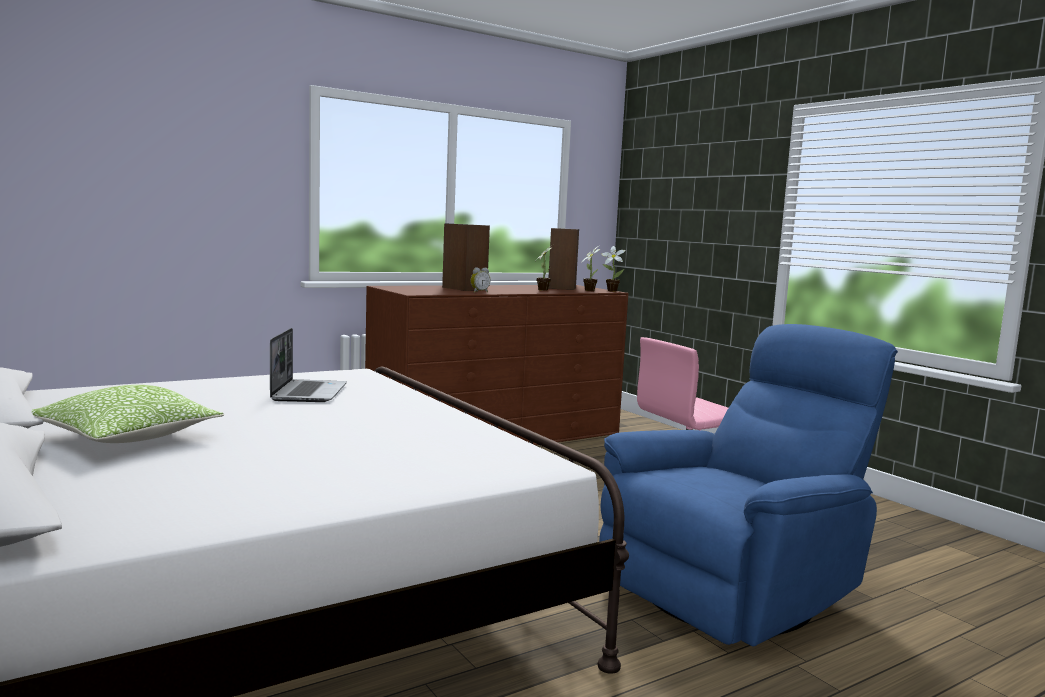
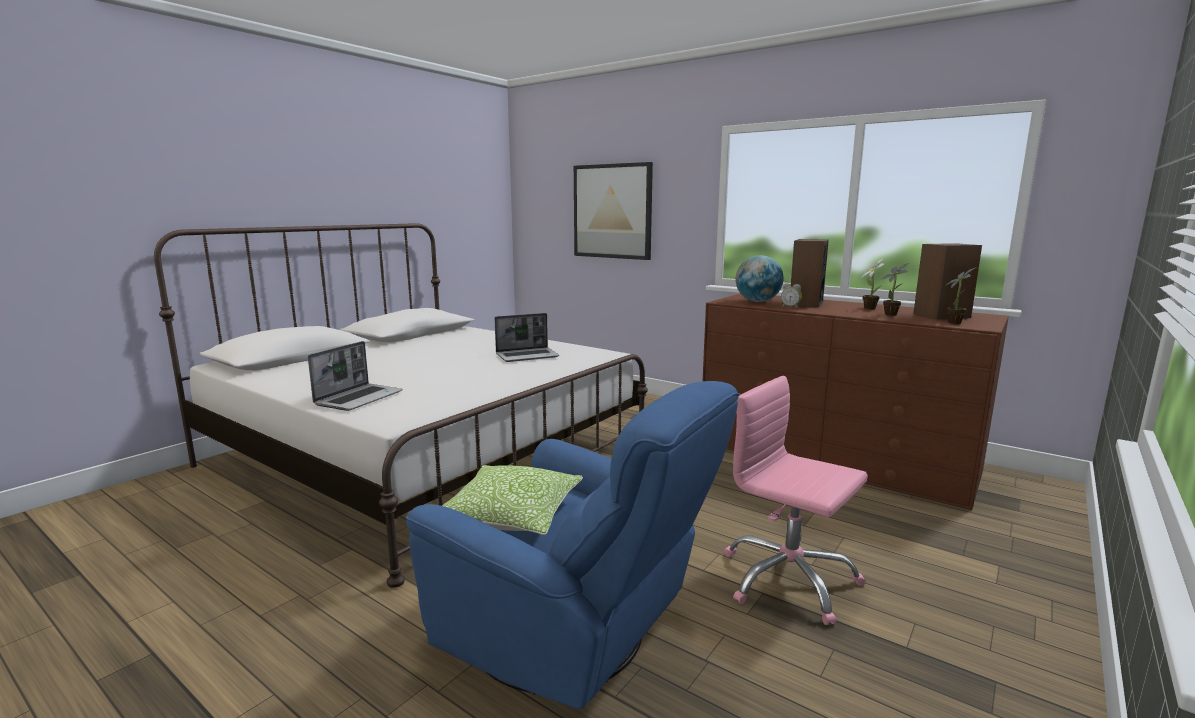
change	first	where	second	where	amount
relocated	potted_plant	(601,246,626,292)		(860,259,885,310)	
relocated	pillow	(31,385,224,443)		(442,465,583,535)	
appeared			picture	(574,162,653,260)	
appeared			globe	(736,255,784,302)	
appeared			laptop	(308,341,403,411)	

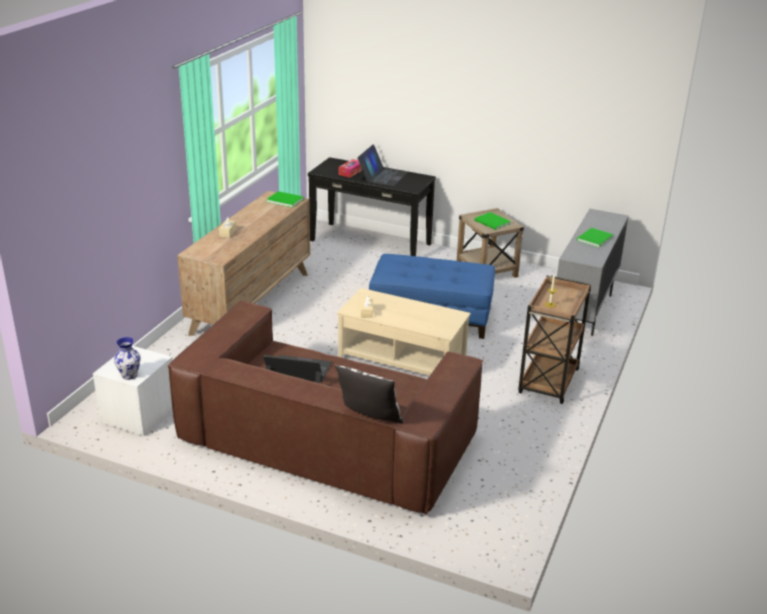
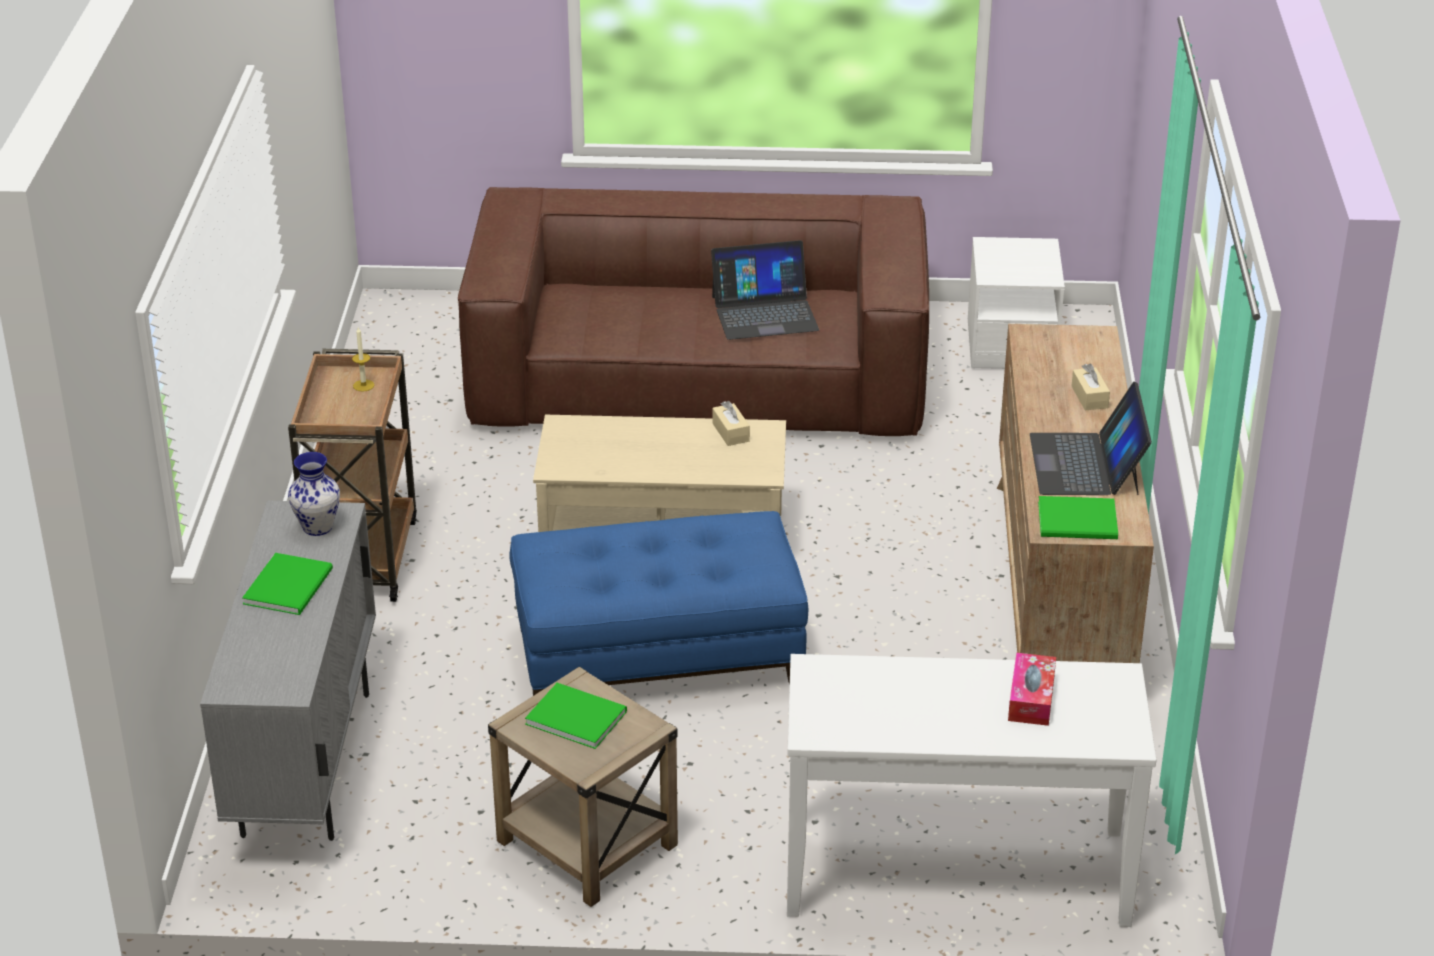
change	first	where	second	where	amount
relocated	laptop	(357,144,408,186)		(1030,382,1152,495)	
colour	black_console_table	(308,157,436,256)	white_console_table	(787,654,1156,927)	
relocated	vase	(114,337,141,380)		(288,452,340,536)	
missing	pillow	(334,364,404,424)			

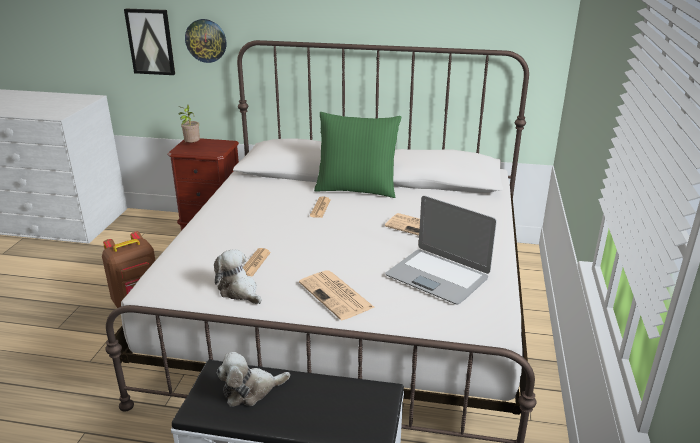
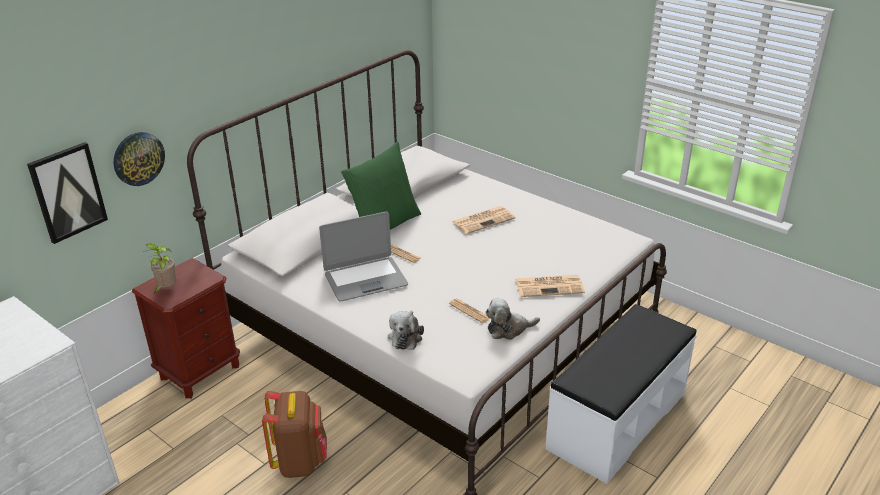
change	first	where	second	where	amount
relocated	laptop	(385,196,497,304)		(319,212,408,301)	
relocated	plush_toy	(217,352,290,406)		(388,311,424,350)	

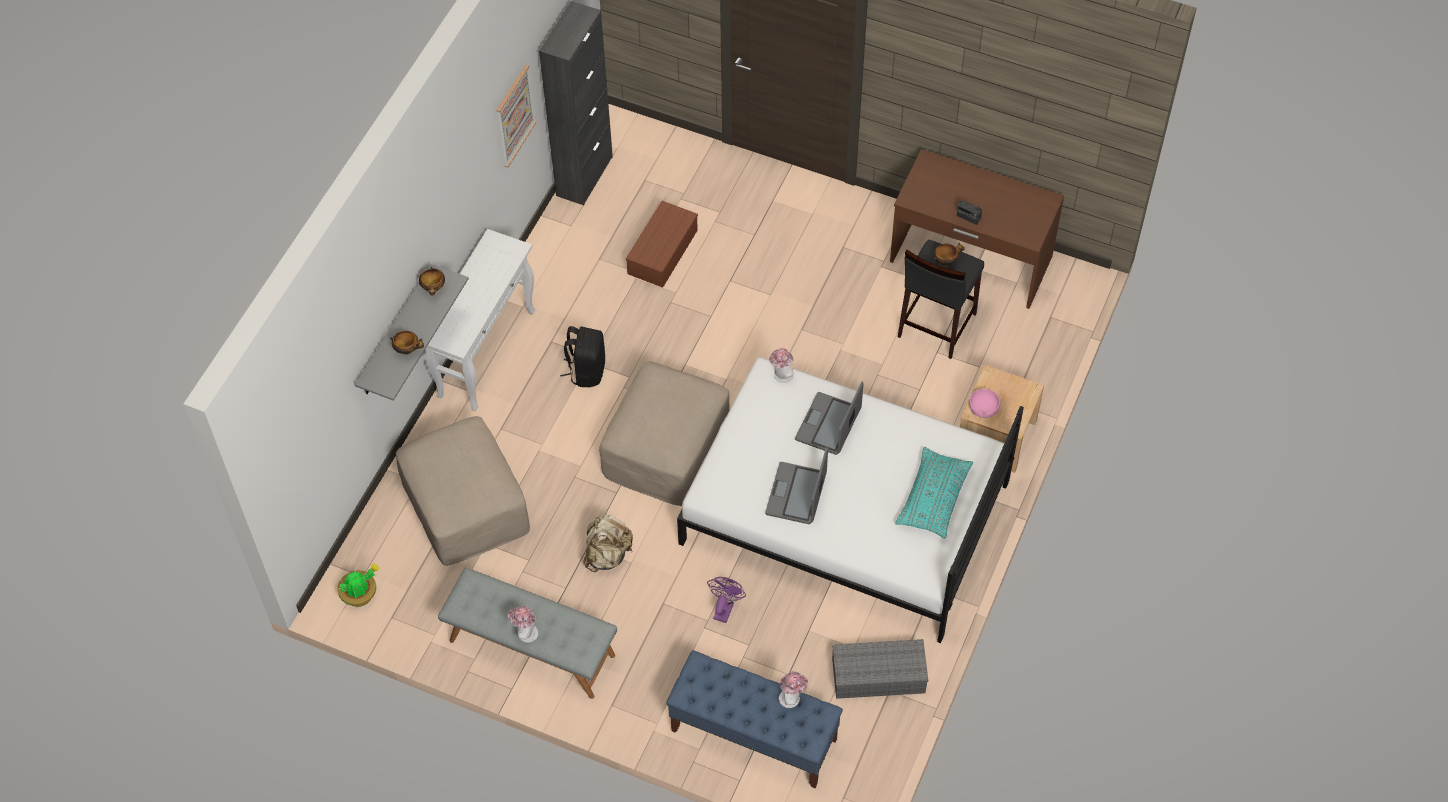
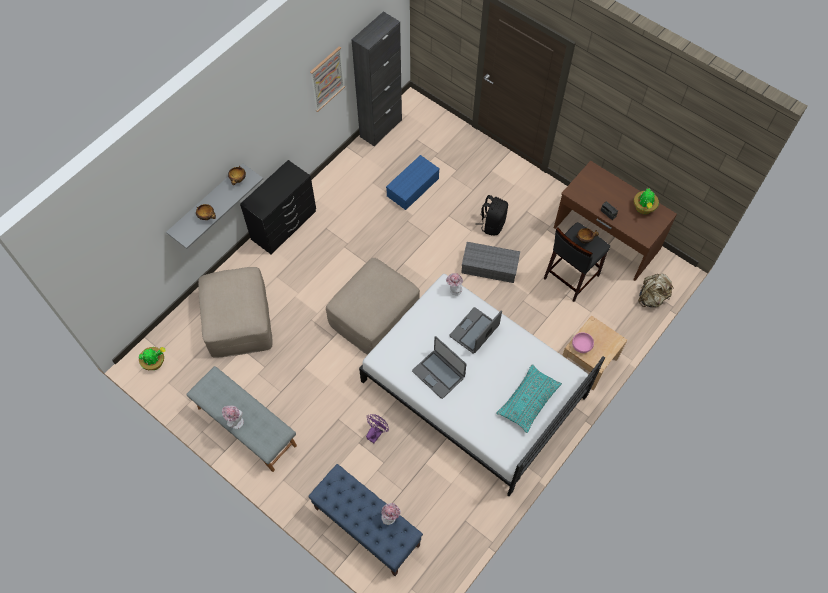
change	first	where	second	where	amount
colour	brown_storage_box	(626,201,698,288)	blue_storage_box	(386,155,440,210)	
exchanged	white_console_table	(425,229,535,411)	black_dresser	(240,160,316,254)	
relocated	black_backpack	(560,326,605,387)		(475,195,508,235)	
spun	laptop	(765,447,828,524)		(412,336,466,399)	75 degrees counterclockwise
relocated	beige_backpack	(583,514,633,572)		(638,274,673,307)	
relocated	grey_storage_box	(832,639,928,699)		(461,242,520,283)	
appeared			potted_plant	(634,188,659,214)	

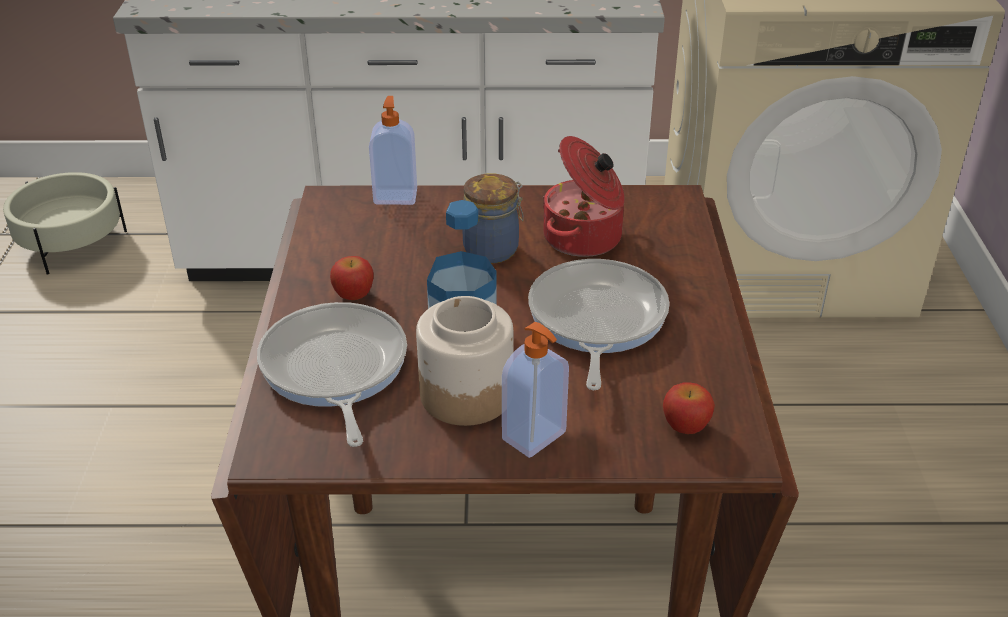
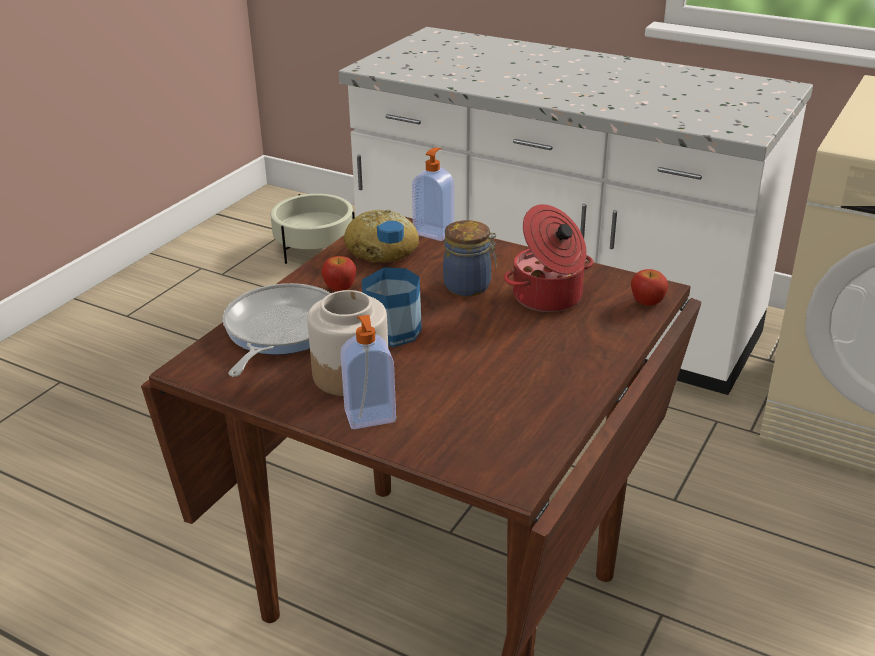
change	first	where	second	where	amount
missing	frying_pan	(528,259,670,391)			
relocated	apple	(663,382,715,434)		(631,269,668,306)	
appeared			bread	(344,210,419,263)	

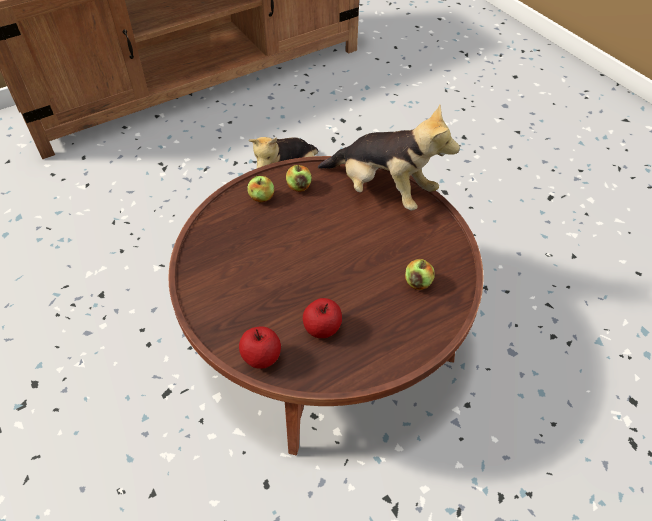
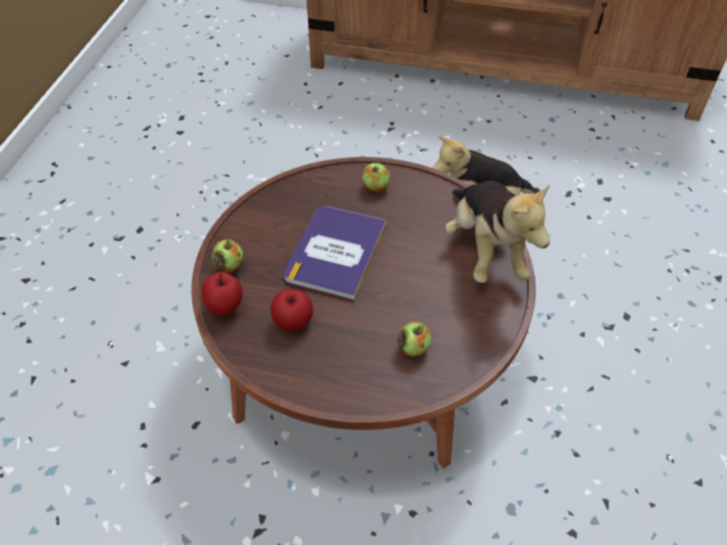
change	first	where	second	where	amount
relocated	apple	(286,164,312,192)		(212,240,243,272)	
appeared			book	(284,206,387,300)	

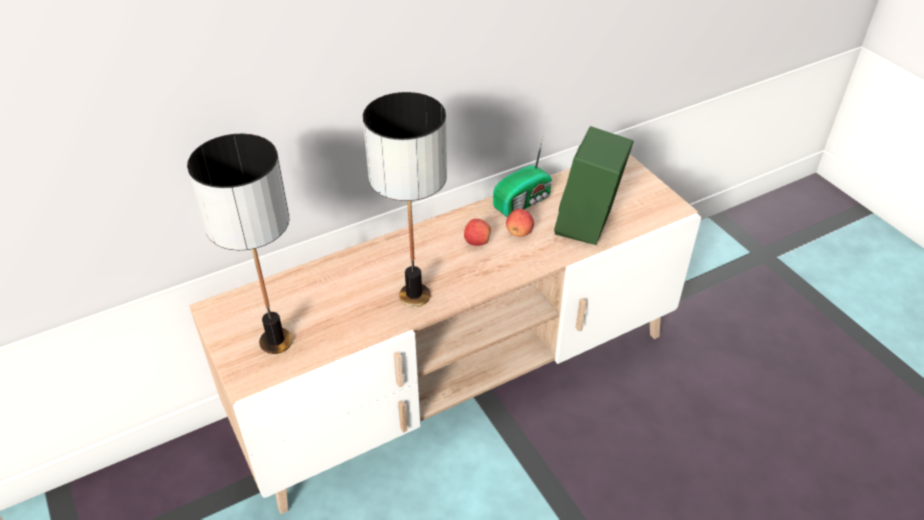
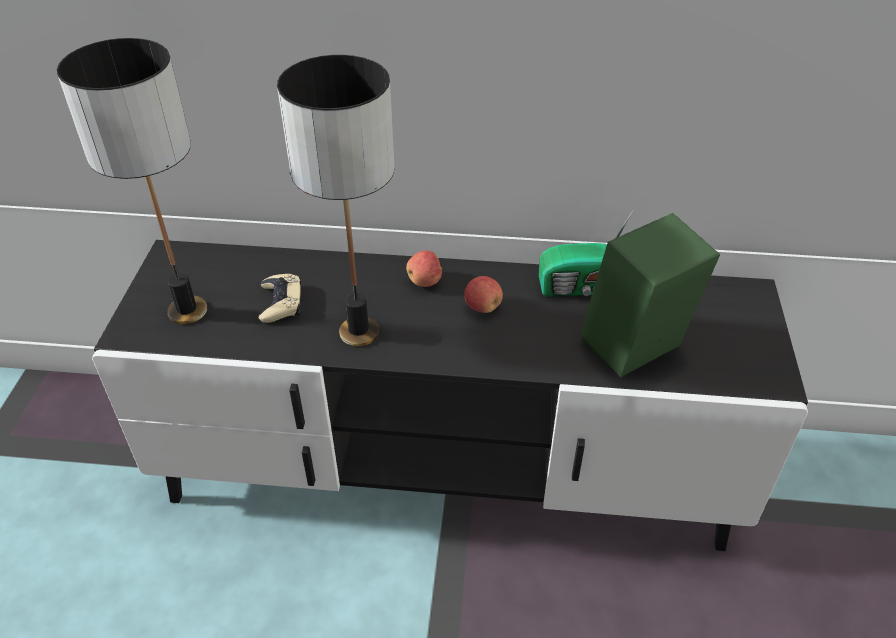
change	first	where	second	where	amount
colour	beige_tv_stand	(189,154,701,514)	black_tv_stand	(92,240,808,551)	
relocated	apple	(506,209,534,237)		(406,250,442,287)	
appeared			beige_game_controller	(258,274,301,323)	

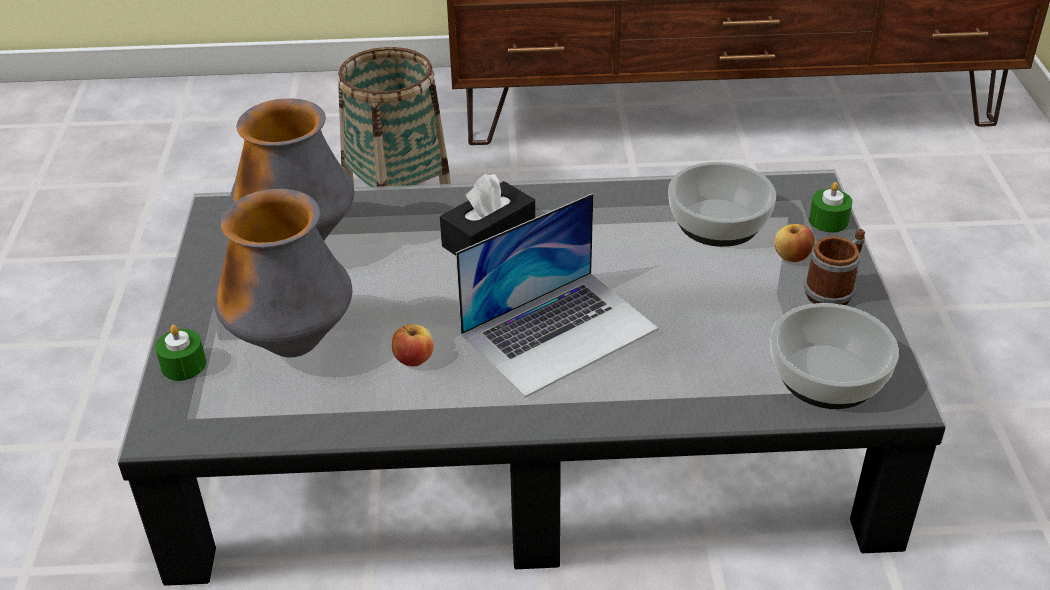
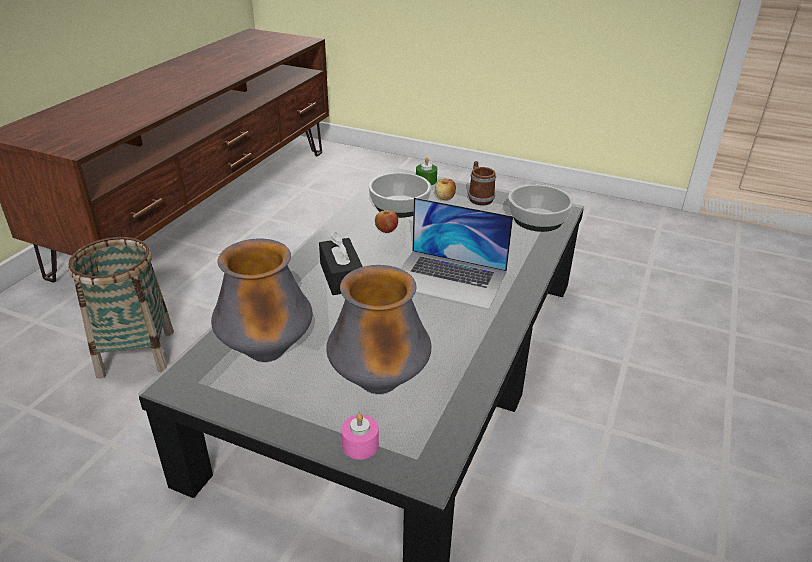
change	first	where	second	where	amount
spun	laptop	(456,193,658,397)		(400,197,513,309)	120 degrees clockwise
relocated	apple	(392,324,434,367)		(375,210,398,233)	
colour	green_candle	(155,325,206,381)	pink_candle	(341,413,379,460)	

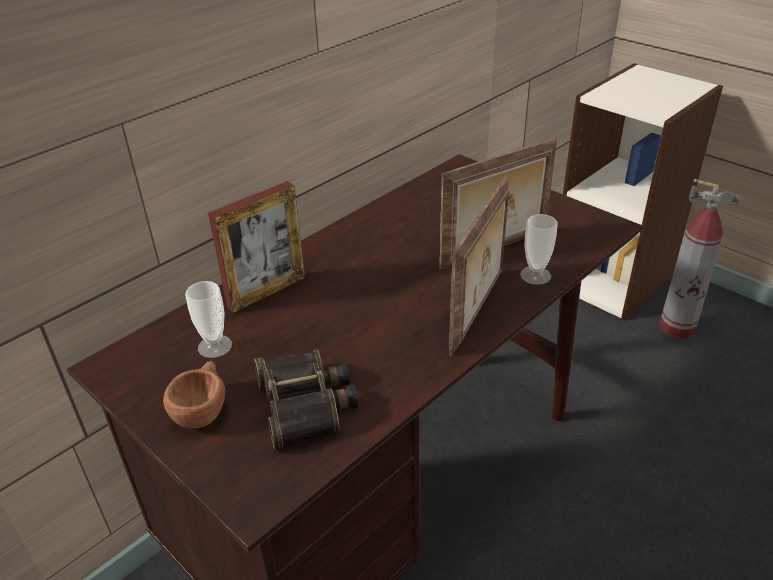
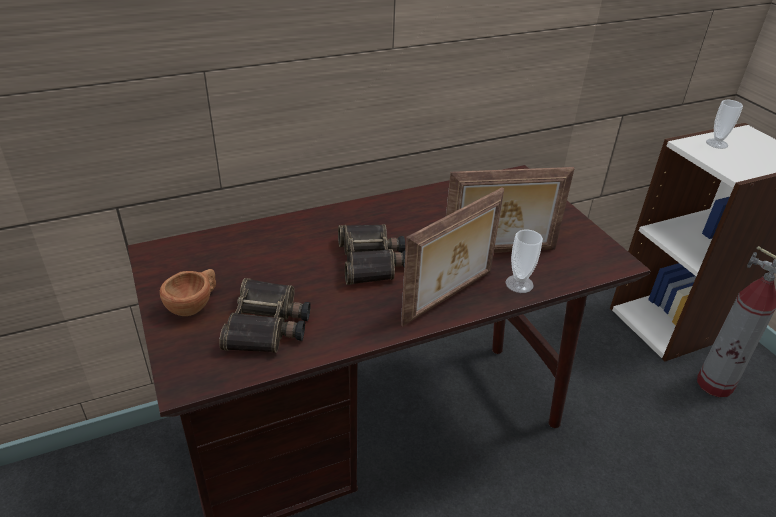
change	first	where	second	where	amount
missing	picture_frame	(208,181,305,313)			
relocated	cup	(185,281,232,358)		(706,100,743,149)	
appeared			binoculars	(338,224,405,285)	

